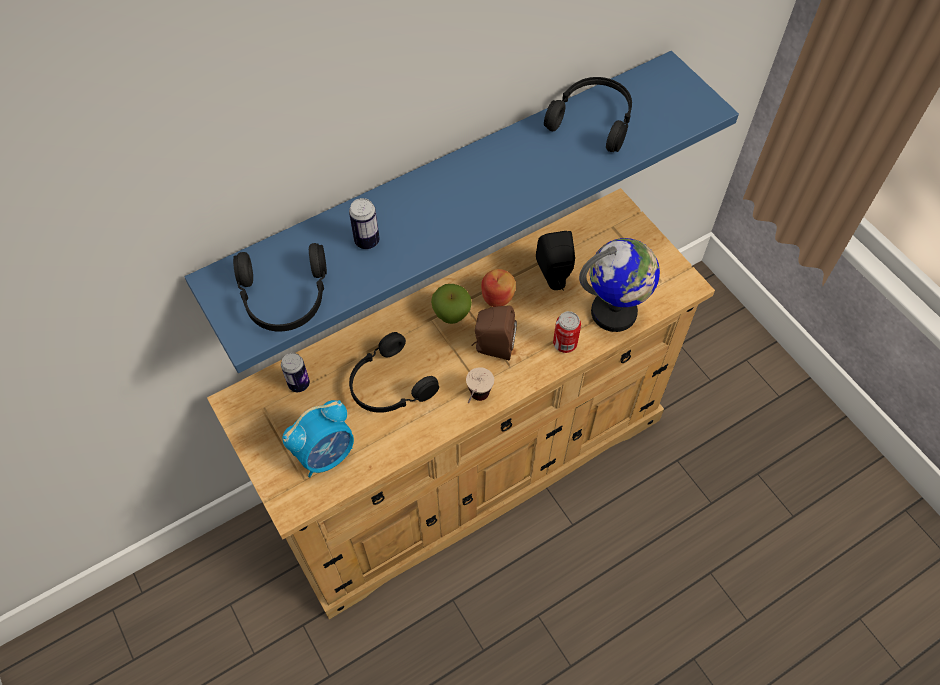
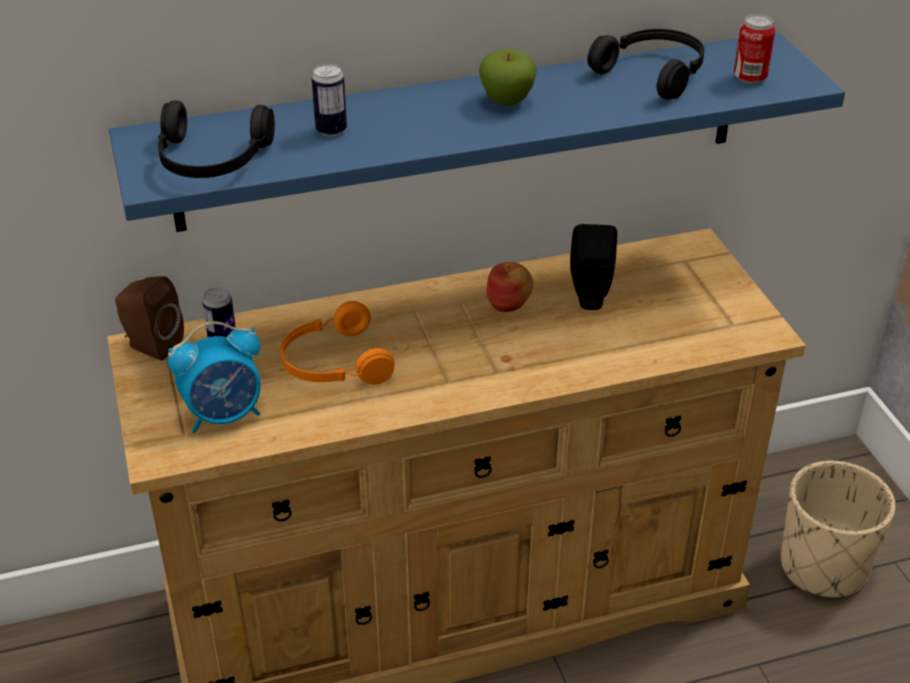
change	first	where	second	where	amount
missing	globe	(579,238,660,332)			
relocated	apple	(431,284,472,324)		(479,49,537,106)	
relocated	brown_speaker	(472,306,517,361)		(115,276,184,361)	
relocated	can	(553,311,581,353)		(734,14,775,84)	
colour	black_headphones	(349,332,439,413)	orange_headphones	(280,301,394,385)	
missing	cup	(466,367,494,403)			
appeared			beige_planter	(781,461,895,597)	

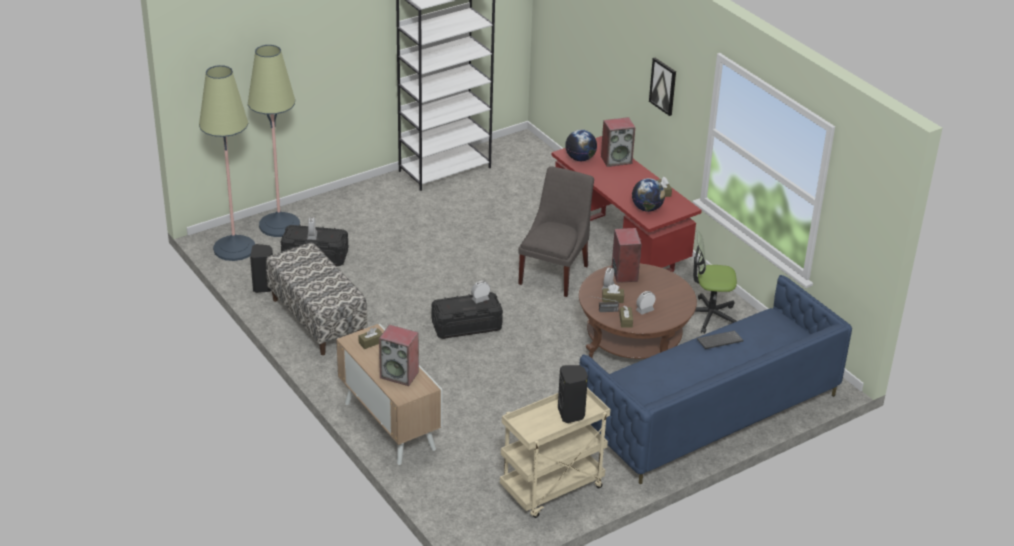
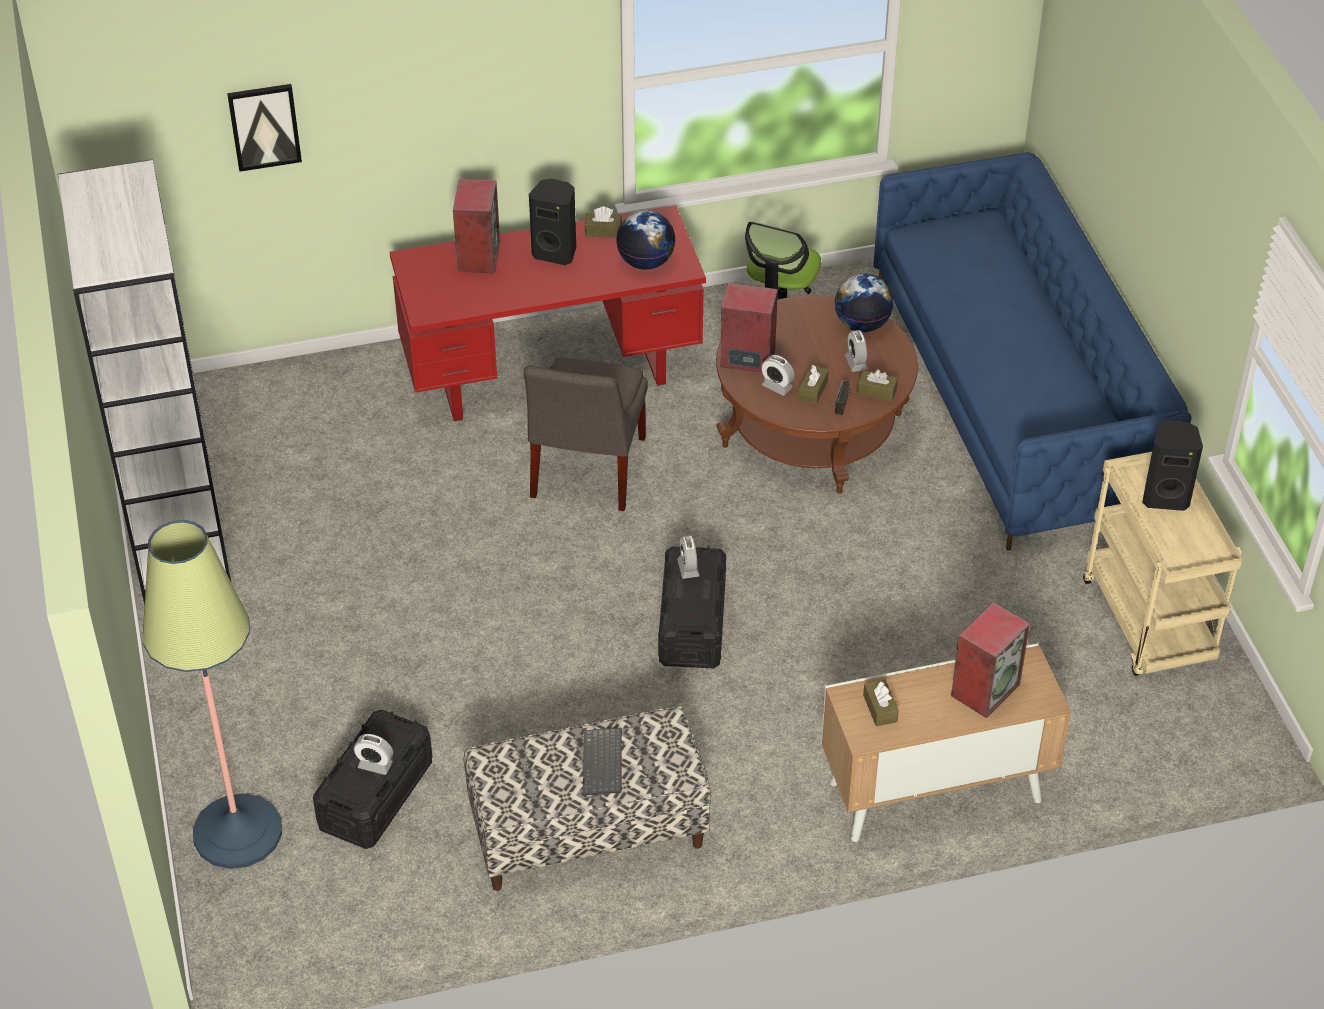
change	first	where	second	where	amount
relocated	picture	(649,58,676,116)		(227,84,302,172)	
missing	floor_lamp	(199,65,255,261)			
relocated	globe	(565,130,597,161)		(835,274,894,332)	
spun	grey_chair	(518,166,594,297)		(524,357,648,511)	120 degrees counterclockwise
relocated	black_speaker	(250,244,273,293)		(529,179,576,265)	
relocated	keyboard	(697,330,744,349)		(583,728,622,795)	

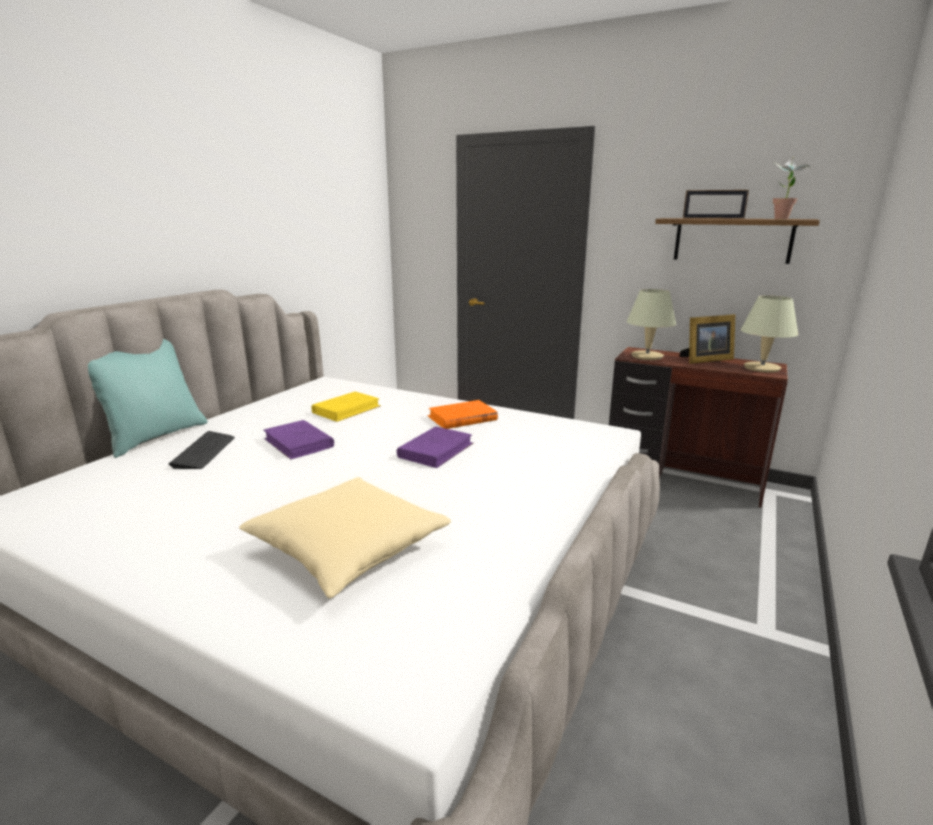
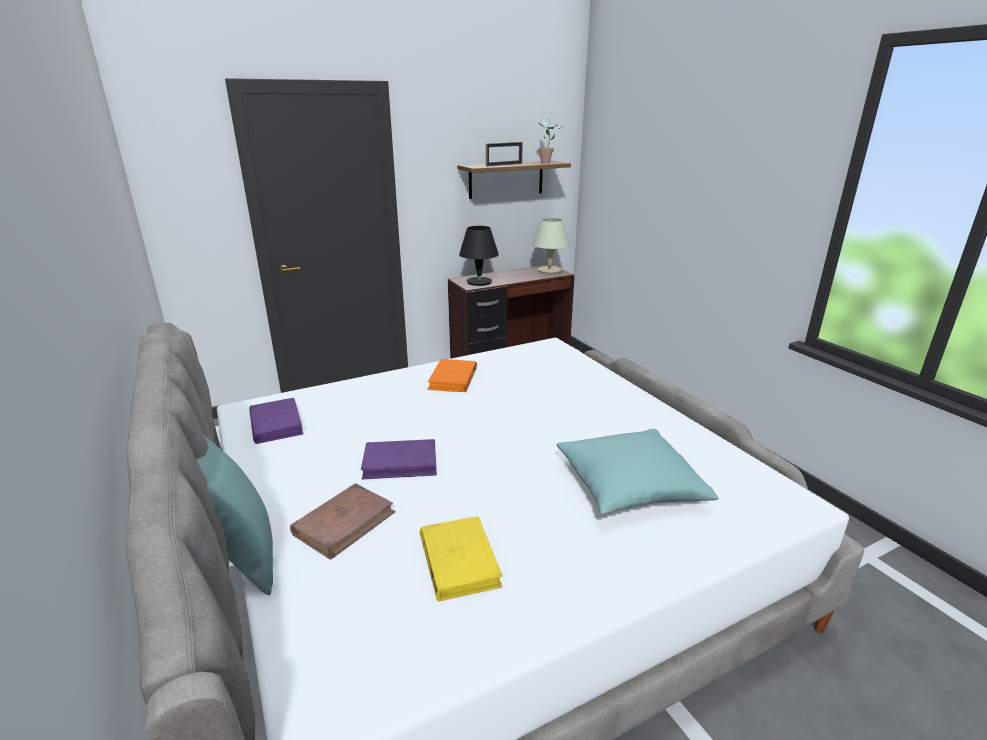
change	first	where	second	where	amount
colour	beige_table_lamp	(627,289,676,360)	black_table_lamp	(459,226,499,286)	
missing	picture_frame	(679,314,735,364)			
relocated	yellow_book	(311,392,381,422)		(420,516,503,601)	
relocated	purple_book	(397,426,473,468)		(249,398,303,444)	
exchanged	keyboard	(169,431,235,469)	brown_book	(290,483,396,560)	
colour	beige_pillow	(239,477,451,599)	turquoise_pillow	(556,429,719,514)	

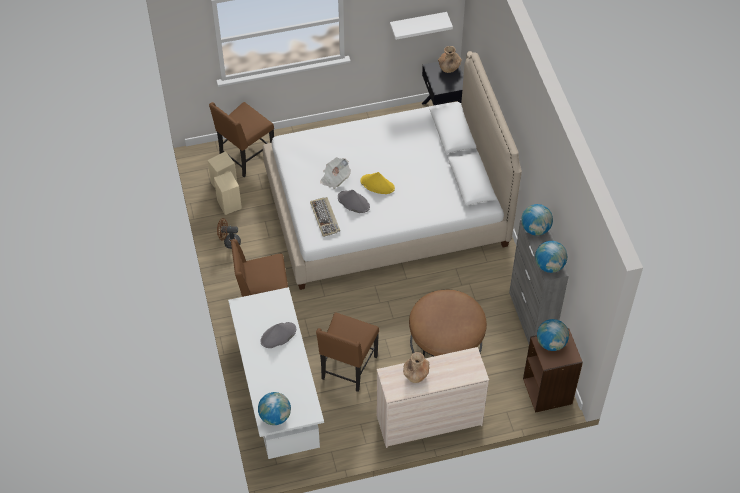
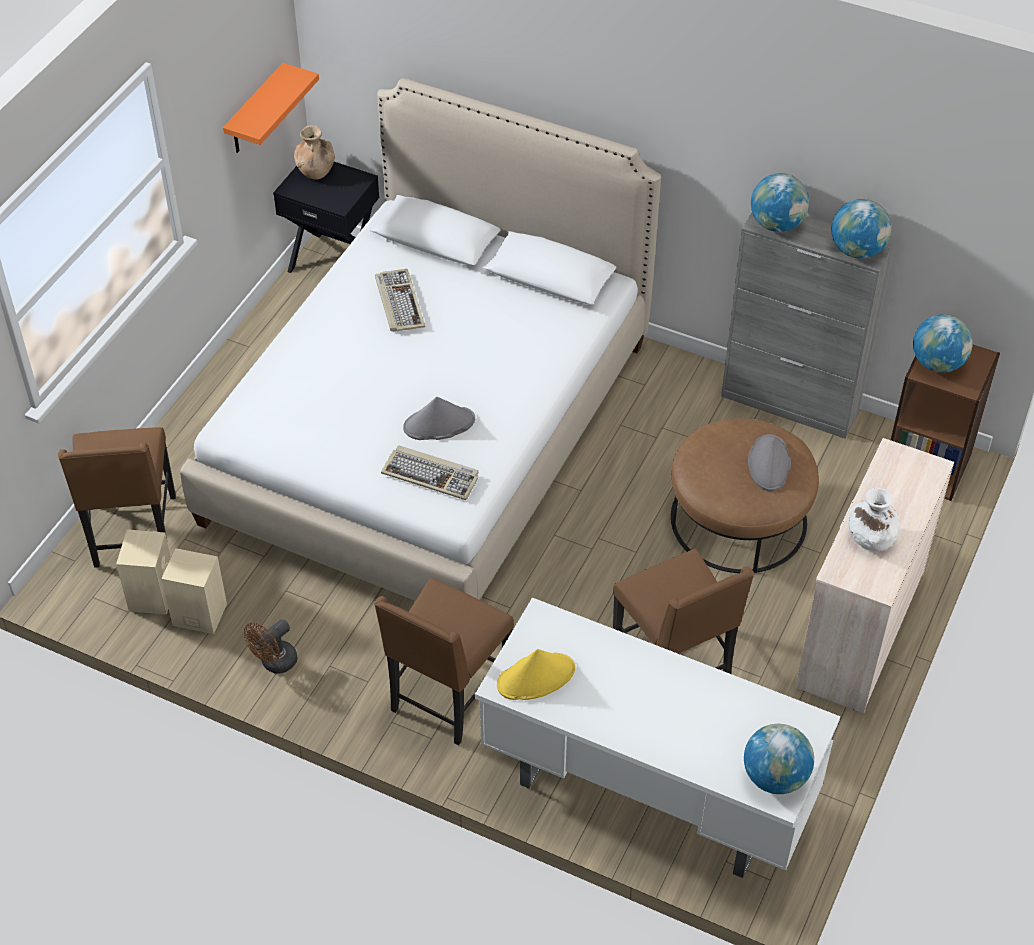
change	first	where	second	where	amount
colour	white_shelf	(390,12,453,40)	orange_shelf	(223,63,319,153)	
missing	newspaper	(320,157,351,189)			
relocated	yellow_hat	(360,172,395,194)		(497,649,575,700)	
relocated	grey_hat	(260,322,296,348)		(748,434,791,491)	
colour	brown_vase	(403,352,429,383)	white_vase	(848,487,900,551)	
appeared			keyboard	(375,269,425,332)	

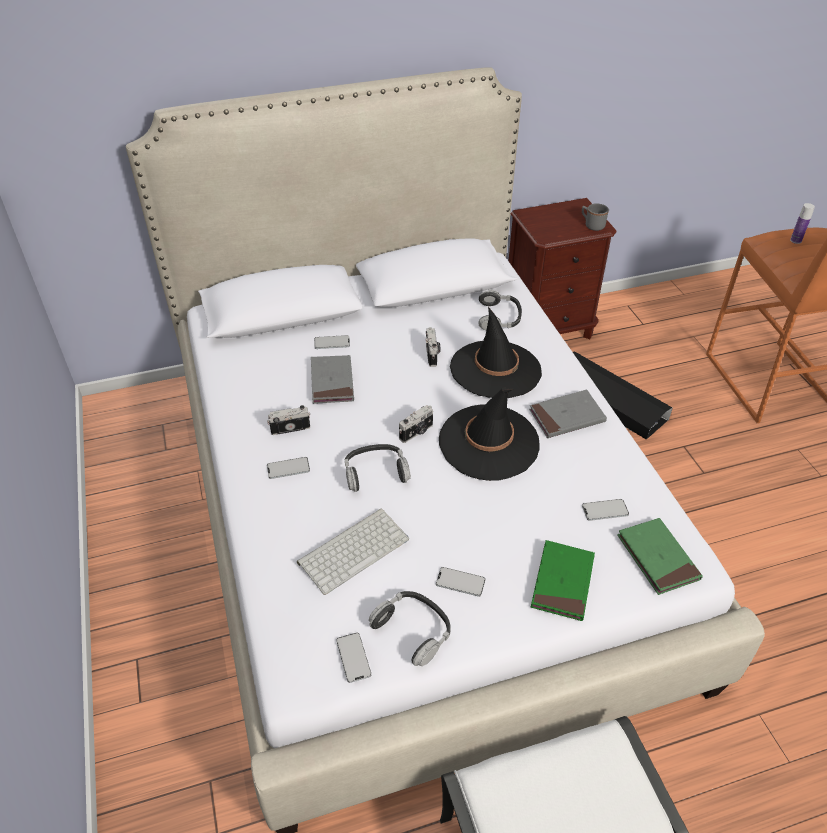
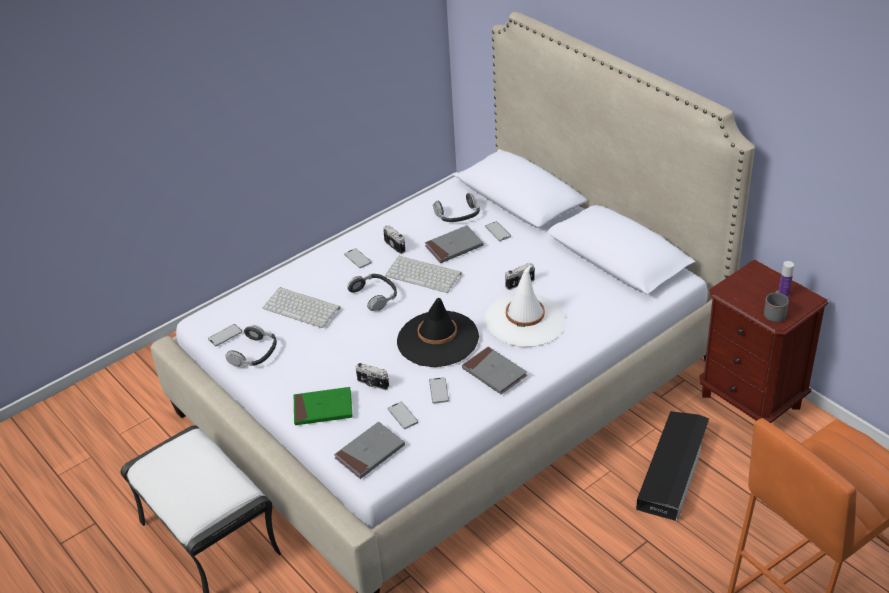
change	first	where	second	where	amount
relocated	bottle	(790,203,815,244)		(779,261,794,298)	
relocated	headphones	(478,289,522,330)		(433,193,480,222)	
colour	black_hat	(450,307,542,398)	white_hat	(485,265,566,347)	
relocated	photo_camera	(399,405,433,443)		(356,363,389,390)	
colour	green_book	(617,518,703,595)	grey_book	(334,422,405,479)	
relocated	phone	(436,567,485,597)		(429,377,449,404)	
appeared			keyboard	(385,256,462,293)	

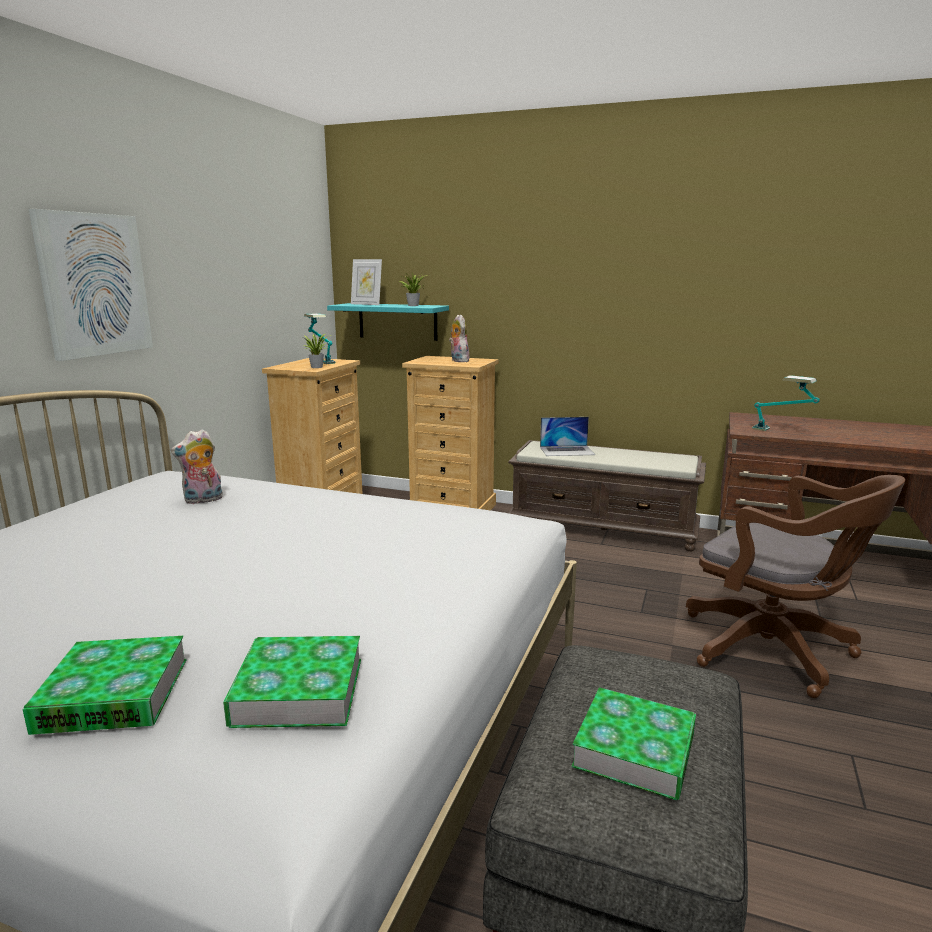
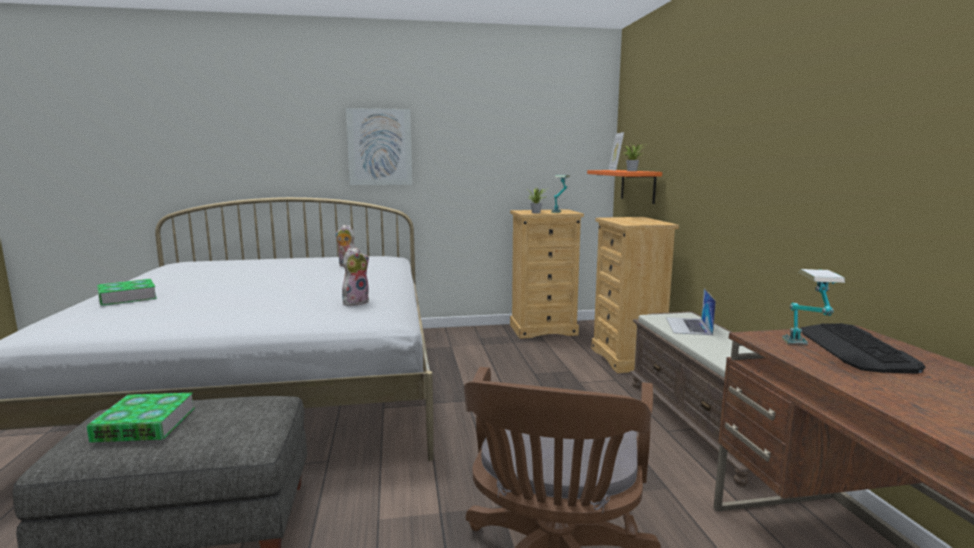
change	first	where	second	where	amount
colour	turquoise_shelf	(327,303,449,341)	orange_shelf	(587,170,662,204)	
relocated	plush_toy	(449,315,469,362)		(342,247,369,306)	
spun	laptop	(540,417,595,456)		(666,288,716,335)	45 degrees clockwise
missing	book	(223,636,361,728)			
appeared			keyboard	(800,323,926,374)	

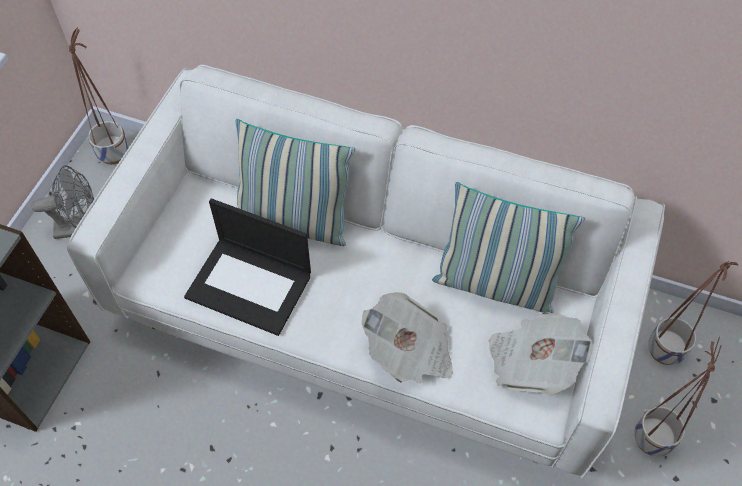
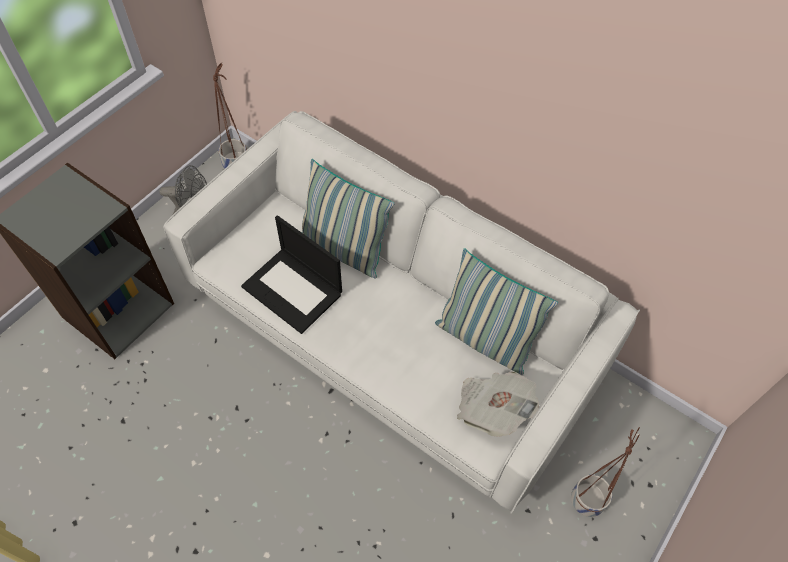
change	first	where	second	where	amount
missing	planter	(648,261,739,365)			
missing	newspaper	(362,292,453,384)			

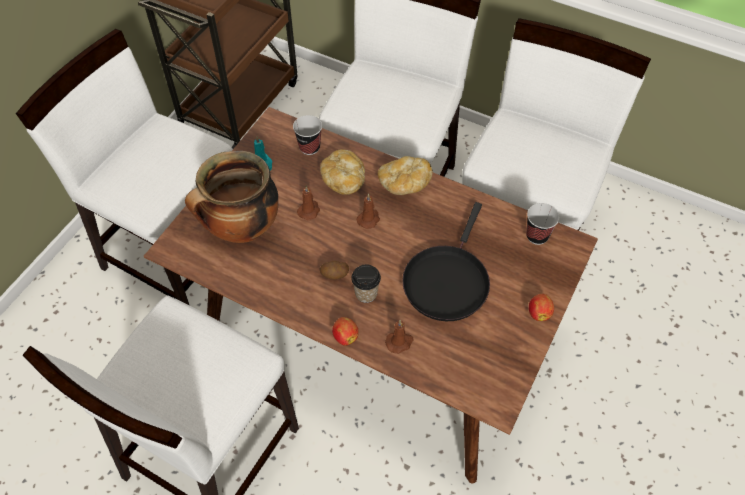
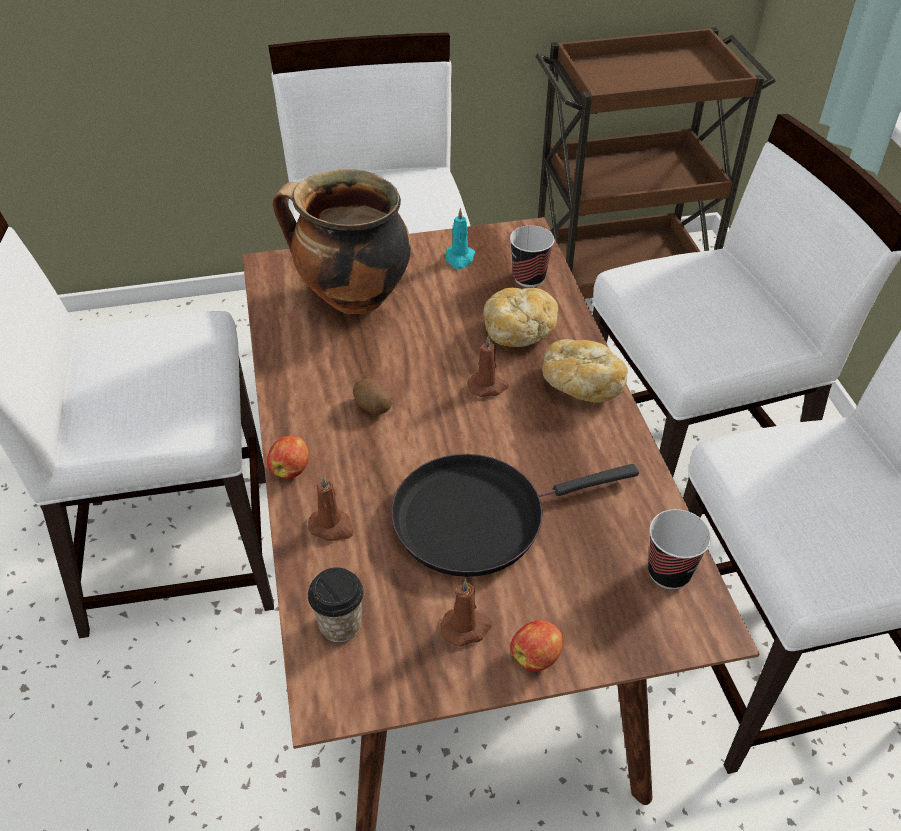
change	first	where	second	where	amount
relocated	brown_candle	(297,185,320,220)		(440,579,492,647)	
relocated	cup	(351,264,381,303)		(308,567,364,643)	

